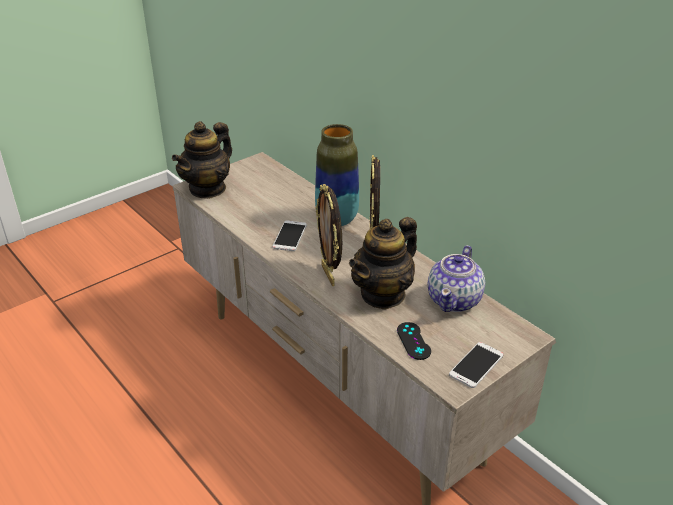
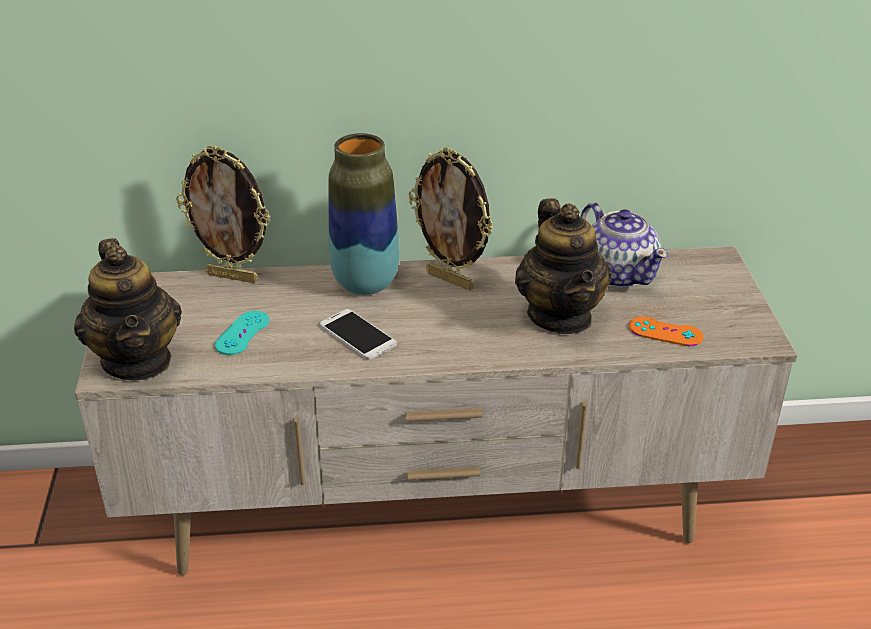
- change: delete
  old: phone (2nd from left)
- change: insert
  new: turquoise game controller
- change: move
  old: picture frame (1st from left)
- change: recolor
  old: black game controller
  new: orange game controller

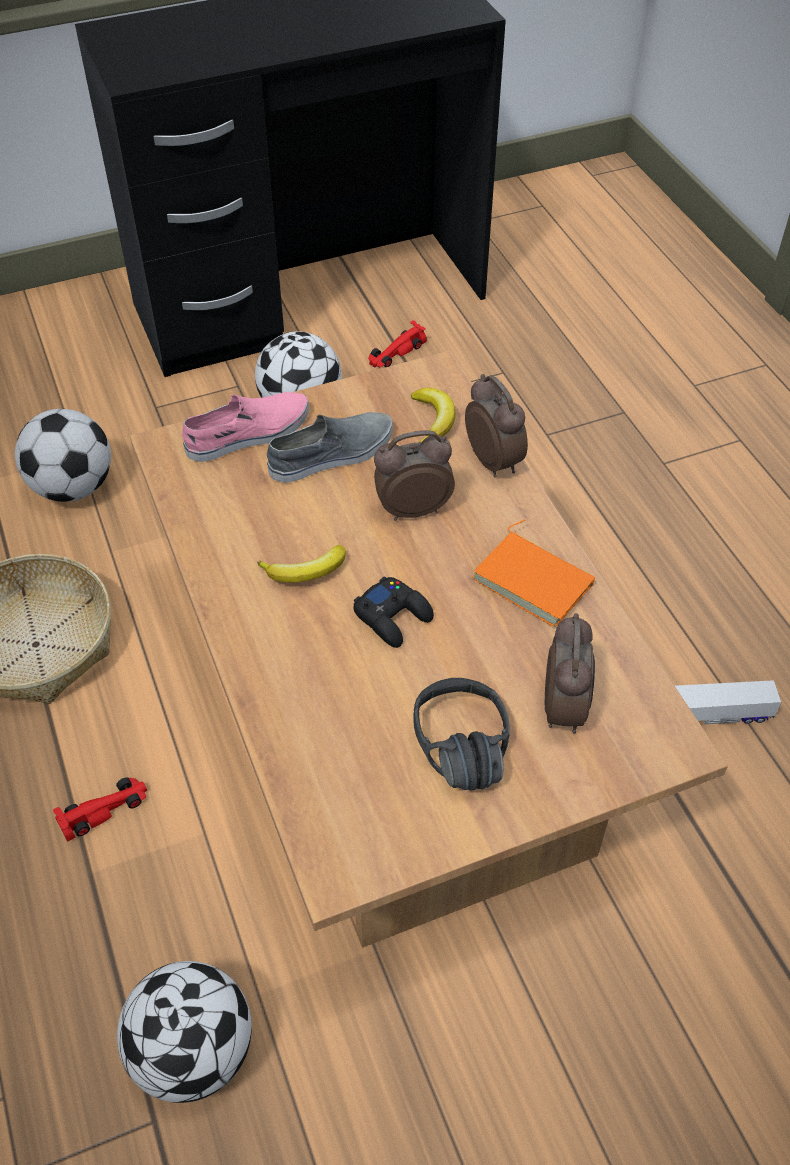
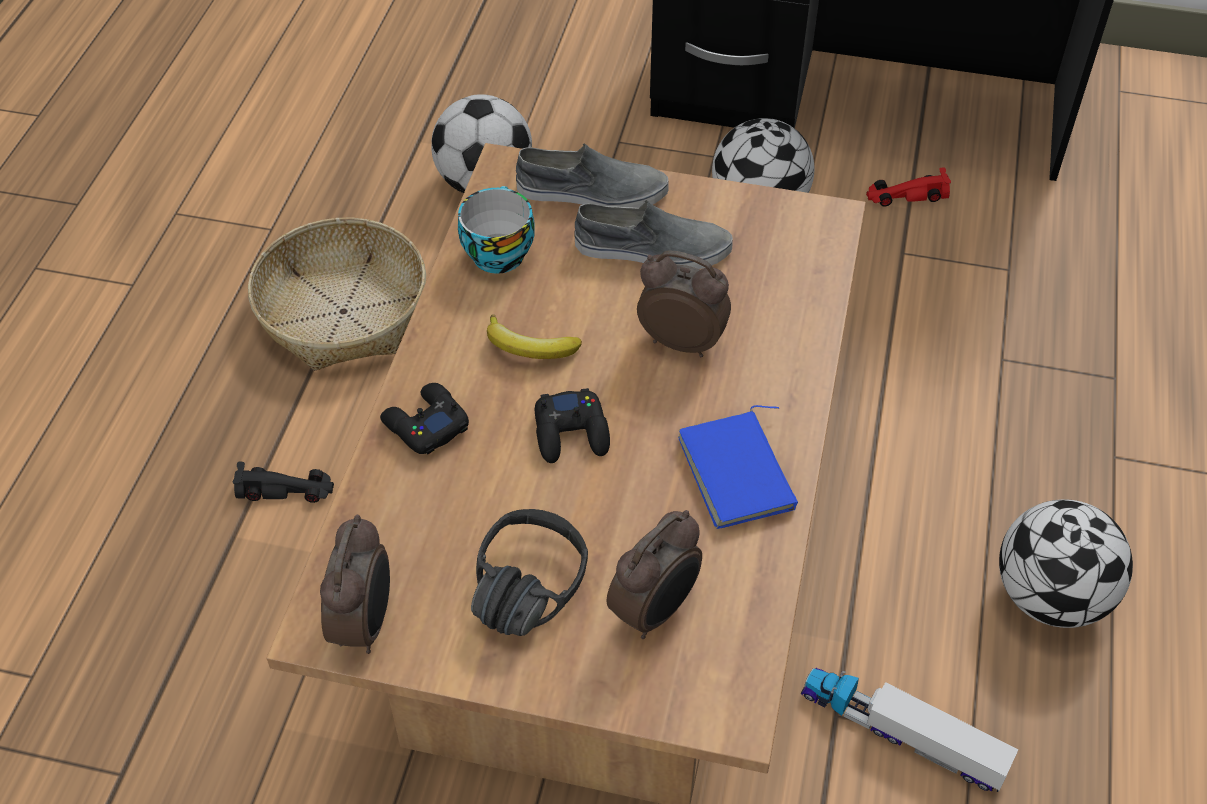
- change: delete
  old: banana (2nd from left)
- change: insert
  new: black game controller (1st from left)
- change: insert
  new: cup
- change: move
  old: football (2nd from left in the first image)
  new: football (3rd from left)
- change: move
  old: alarm clock (2nd from left in the first image)
  new: alarm clock (1st from left)
- change: recolor
  old: red toy car (1st from left)
  new: black toy car
- change: recolor
  old: pink shoe
  new: grey shoe (1st from left)
- change: recolor
  old: orange book
  new: blue book

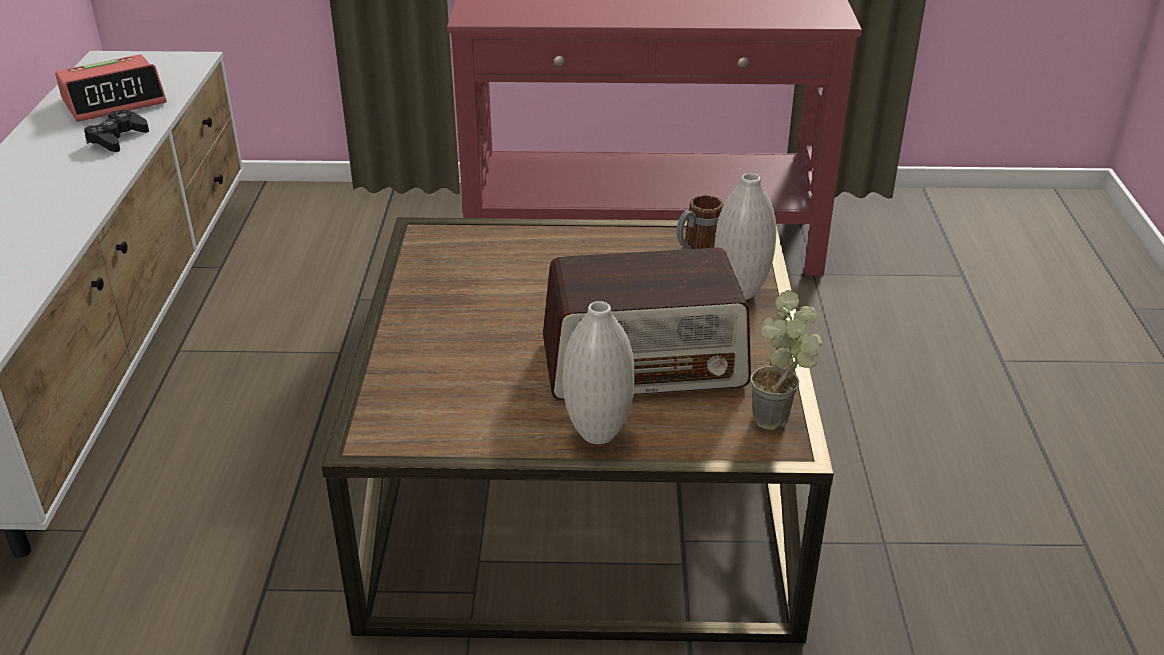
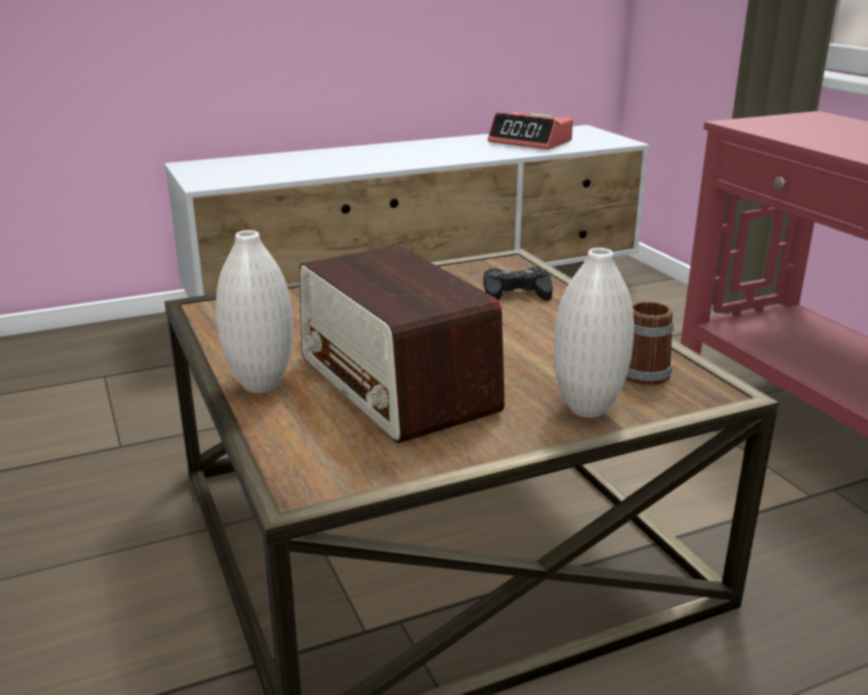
- change: delete
  old: potted plant
- change: move
  old: black game controller

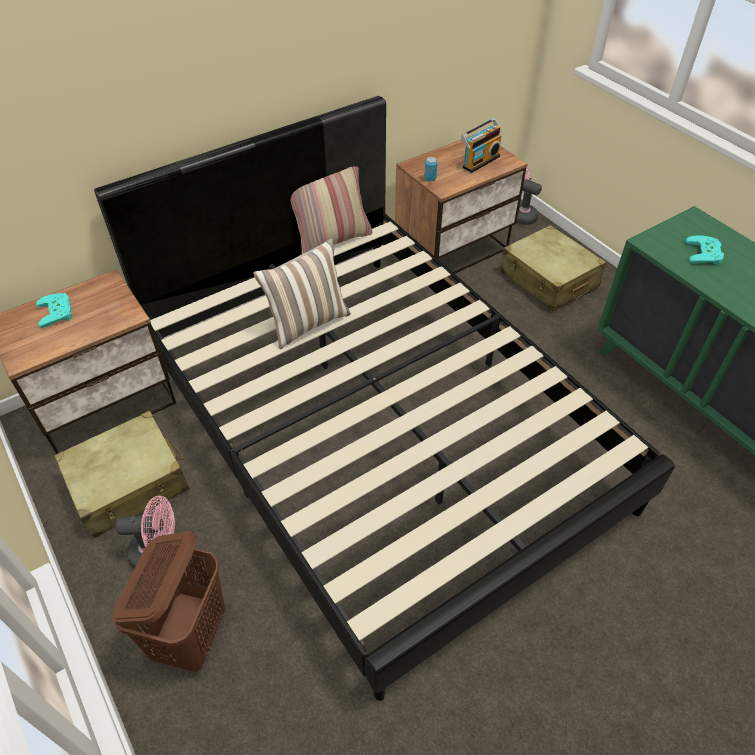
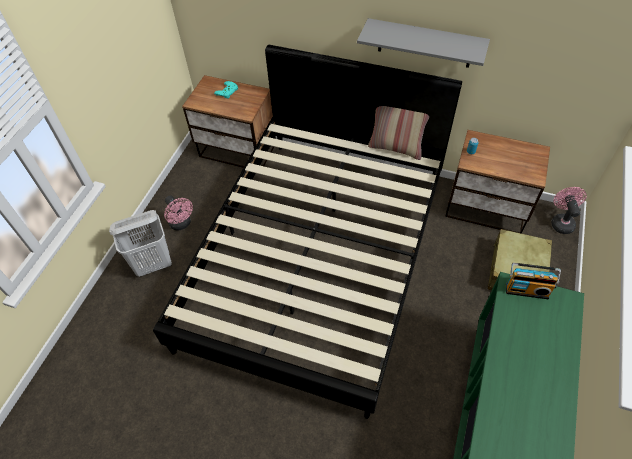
- change: delete
  old: beige suitcase (1st from left)
- change: delete
  old: pillow (1st from left)
- change: delete
  old: turquoise game controller (2nd from left)
- change: insert
  new: grey shelf
- change: move
  old: radio
- change: recolor
  old: brown laundry basket
  new: white laundry basket

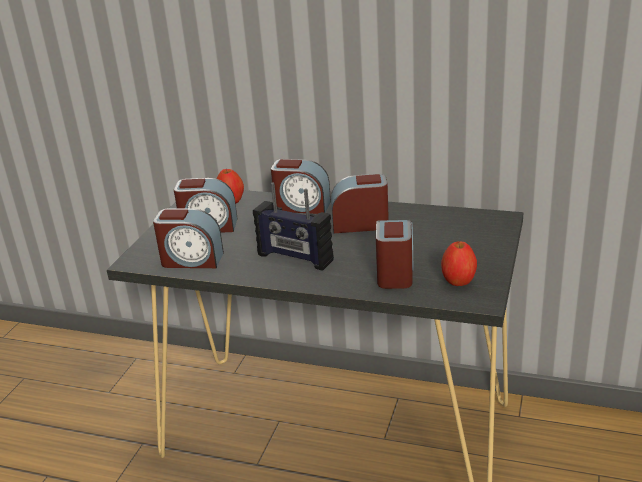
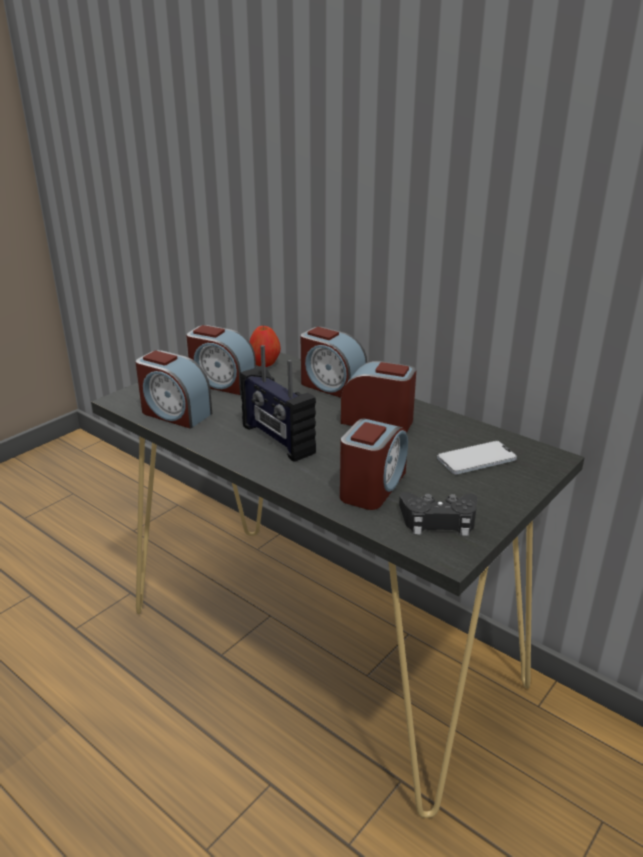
- change: insert
  new: phone
- change: replace
  old: apple (2nd from left)
  new: black game controller

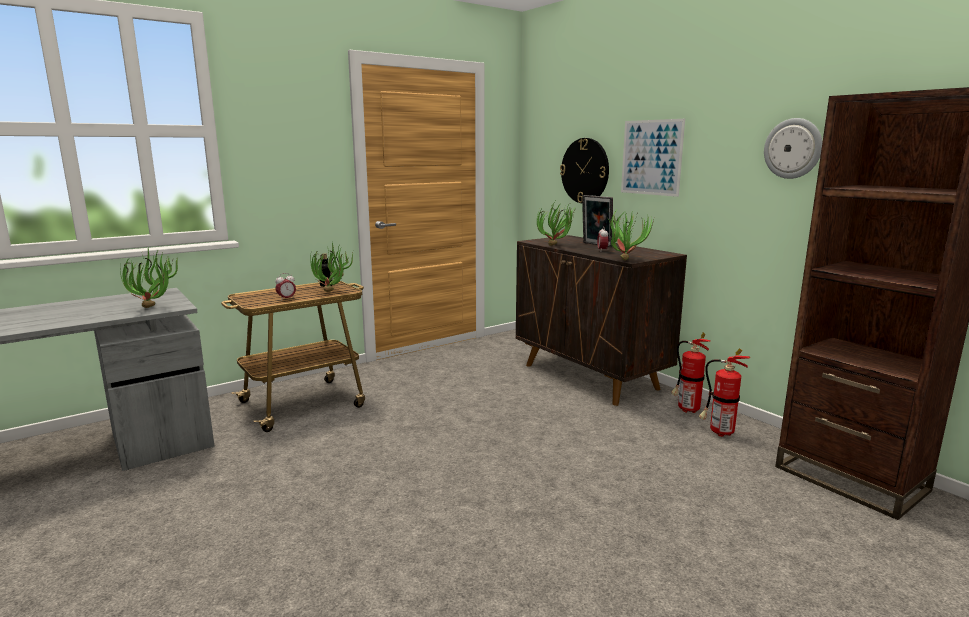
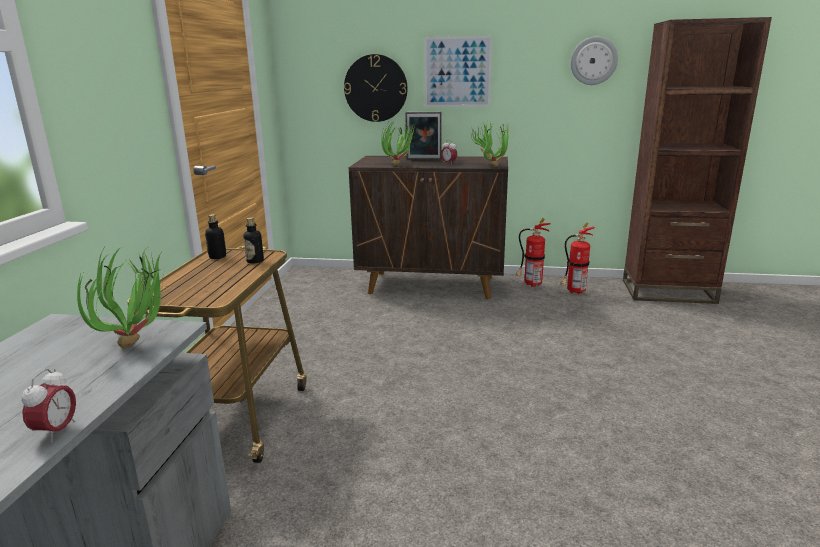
- change: move
  old: alarm clock (1st from left)
- change: replace
  old: potted plant (2nd from left)
  new: bottle (2nd from left)

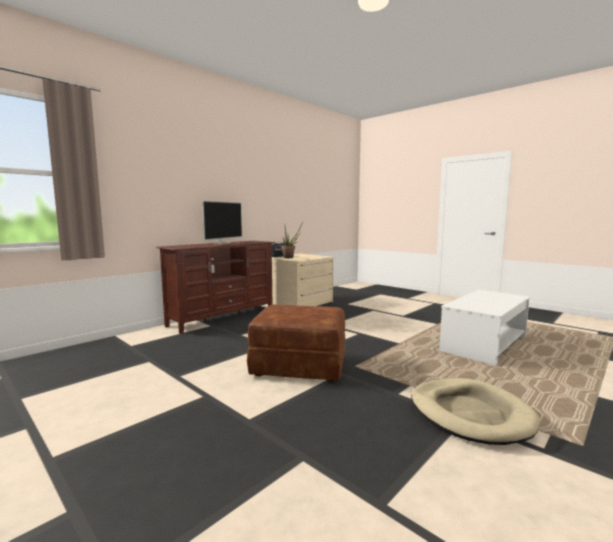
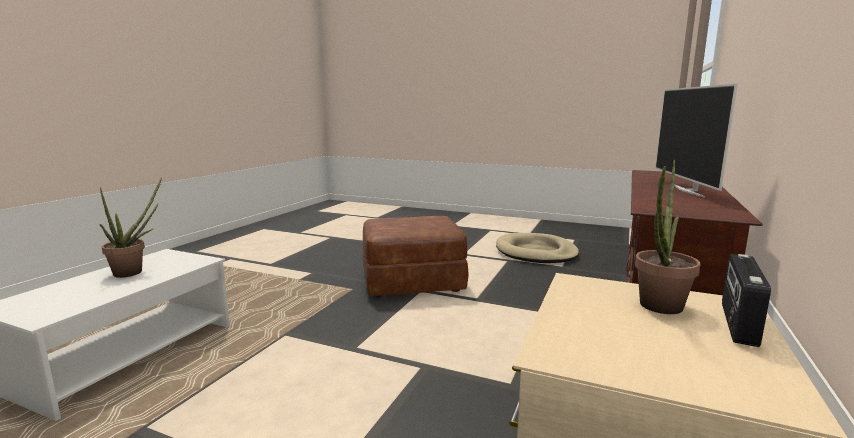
- change: insert
  new: potted plant (1st from left)
- change: move
  old: beige dog bed

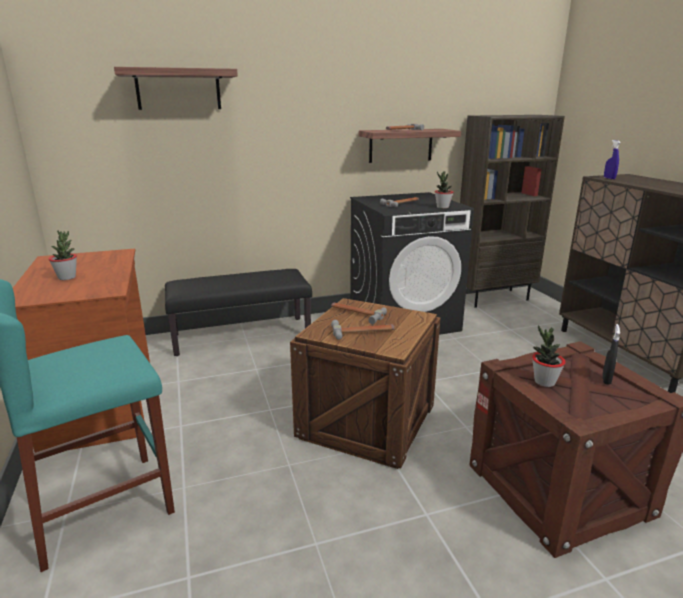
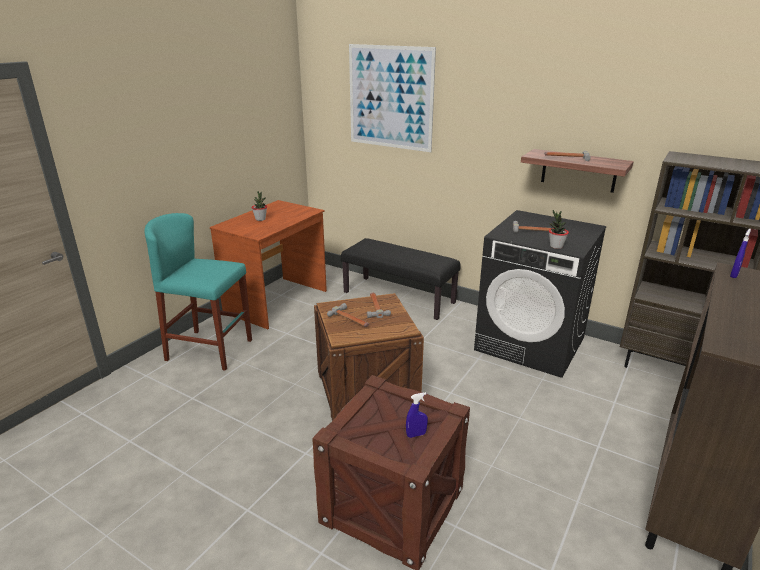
- change: delete
  old: potted plant (3rd from left)
- change: replace
  old: shelf (1st from left)
  new: picture
- change: recolor
  old: black spray bottle
  new: blue spray bottle (1st from left)

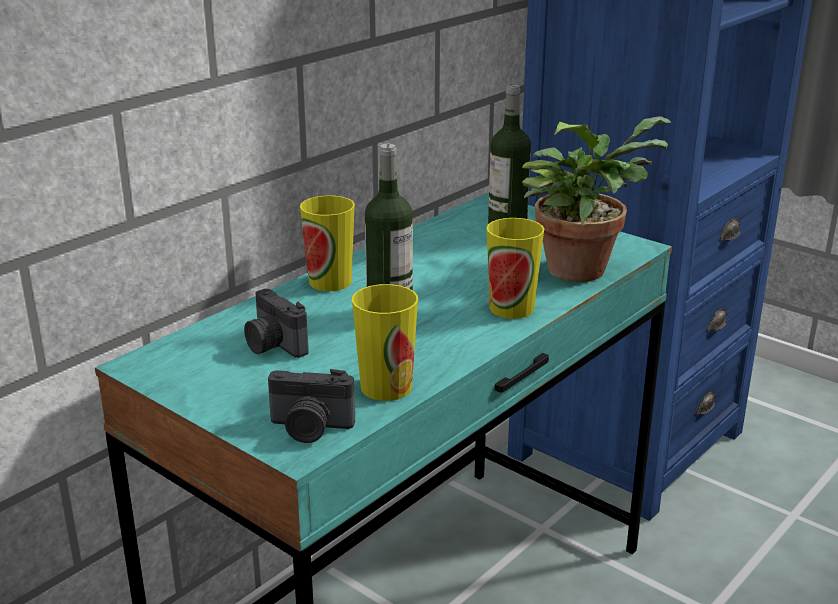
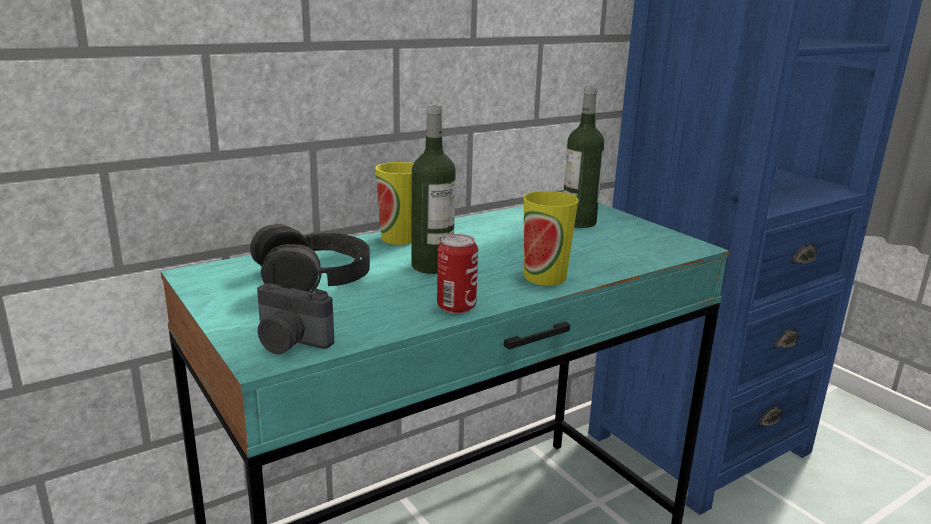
- change: delete
  old: cup (2nd from left)
- change: delete
  old: potted plant
- change: insert
  new: can
- change: replace
  old: photo camera (1st from left)
  new: black headphones

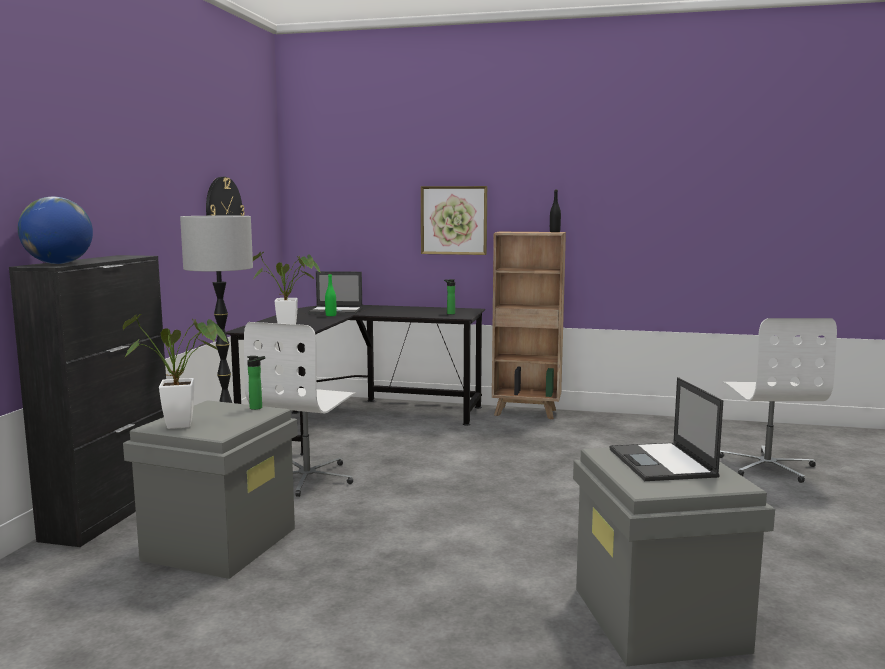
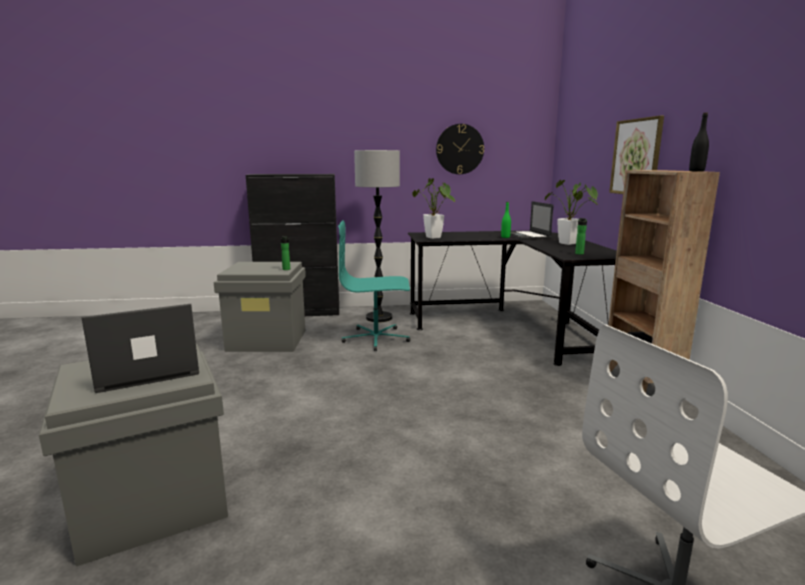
- change: delete
  old: globe
- change: move
  old: potted plant (1st from left in the first image)
  new: potted plant (2nd from left)
- change: recolor
  old: white office chair (1st from left)
  new: turquoise office chair

